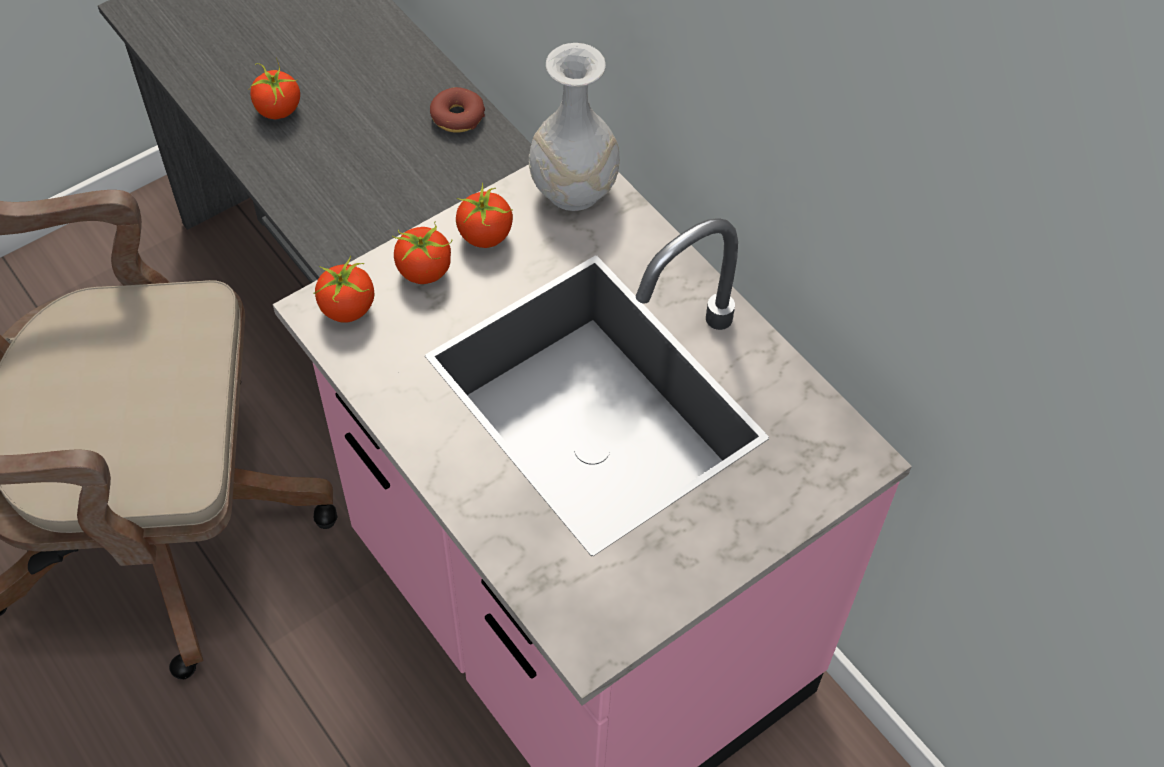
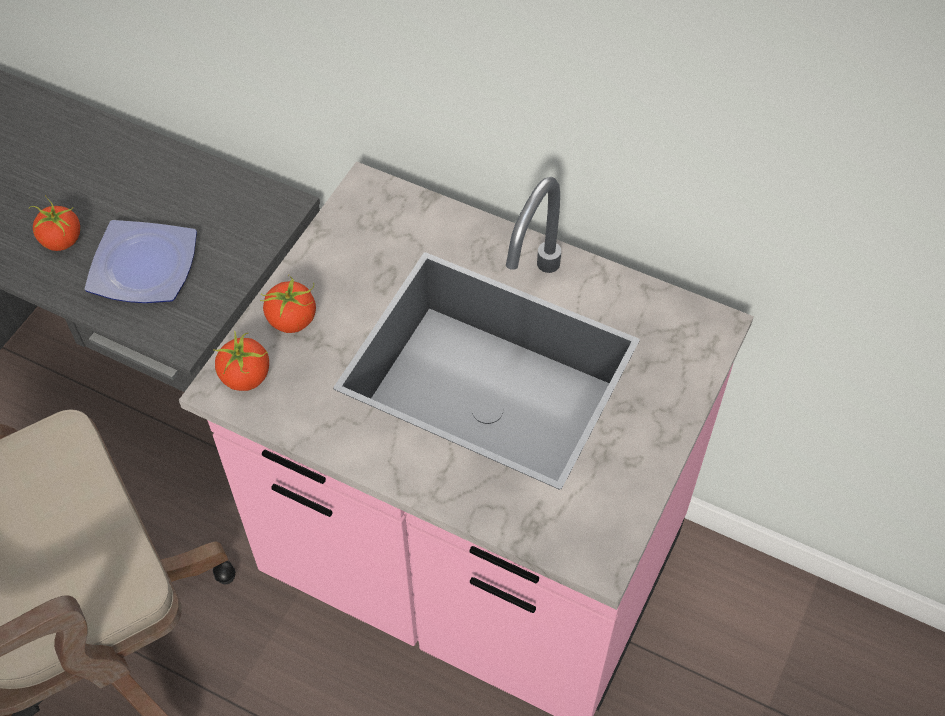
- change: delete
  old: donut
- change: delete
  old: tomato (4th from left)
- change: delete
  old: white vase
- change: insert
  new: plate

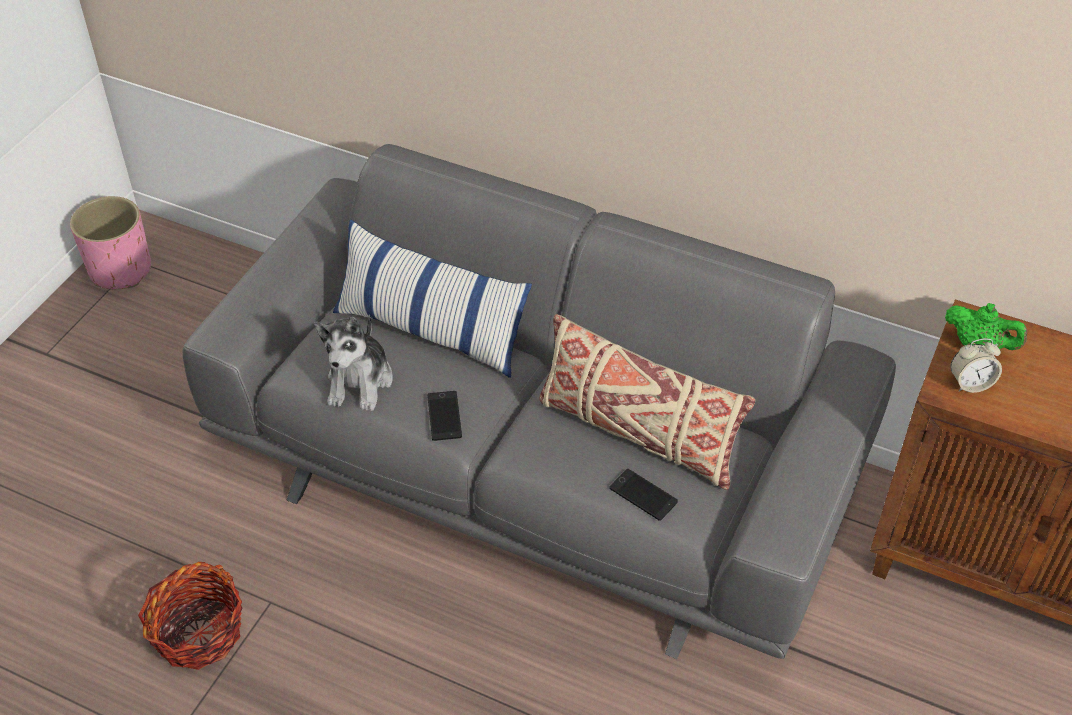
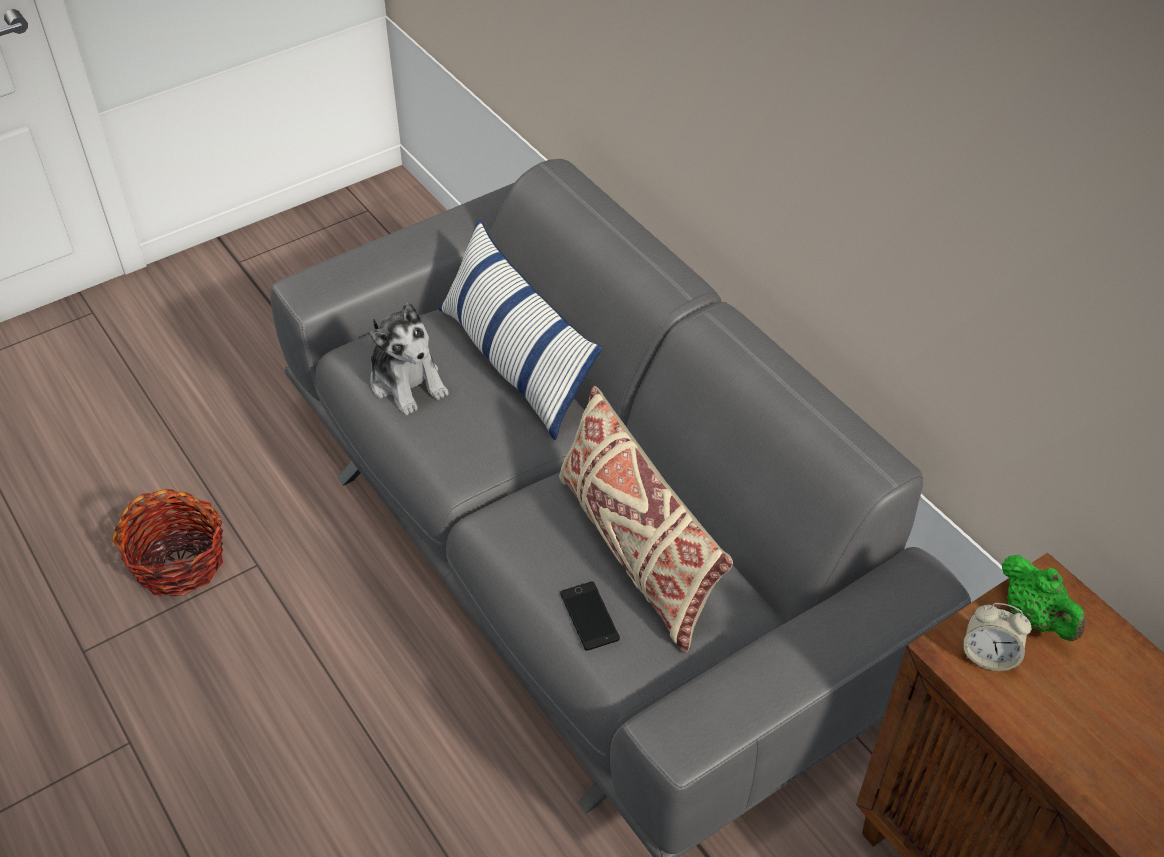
- change: delete
  old: pink planter
- change: delete
  old: phone (1st from left)
- change: rotate
  old: plush toy
  degrees: -75

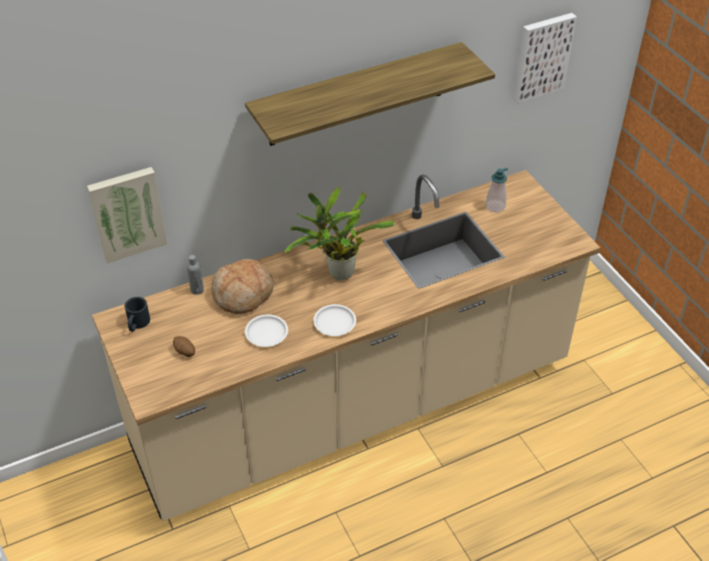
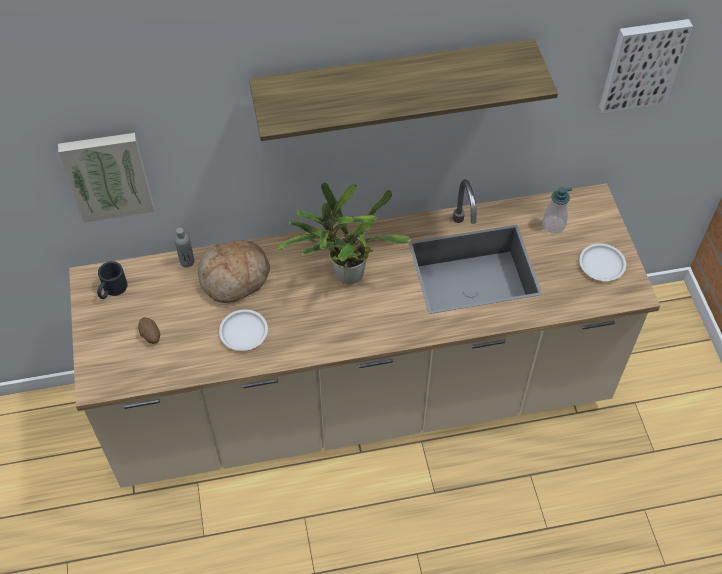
- change: move
  old: white plate (2nd from left)

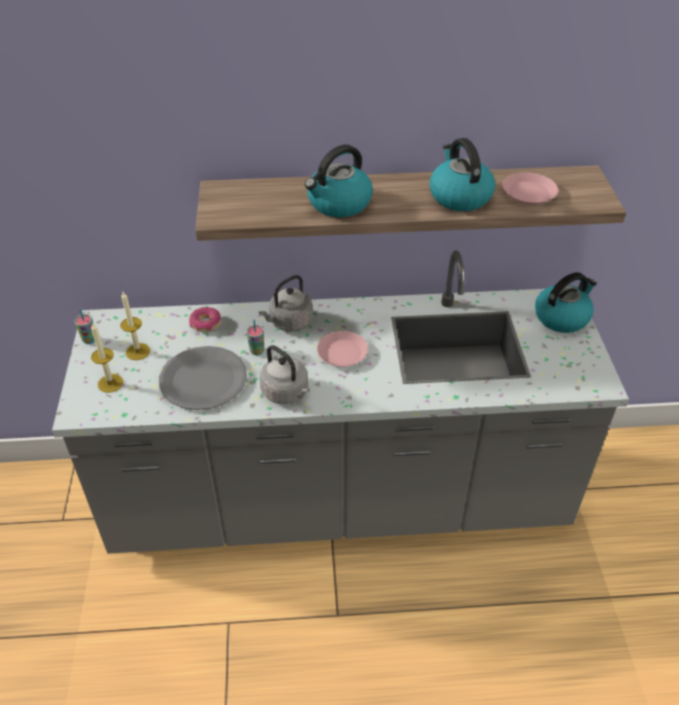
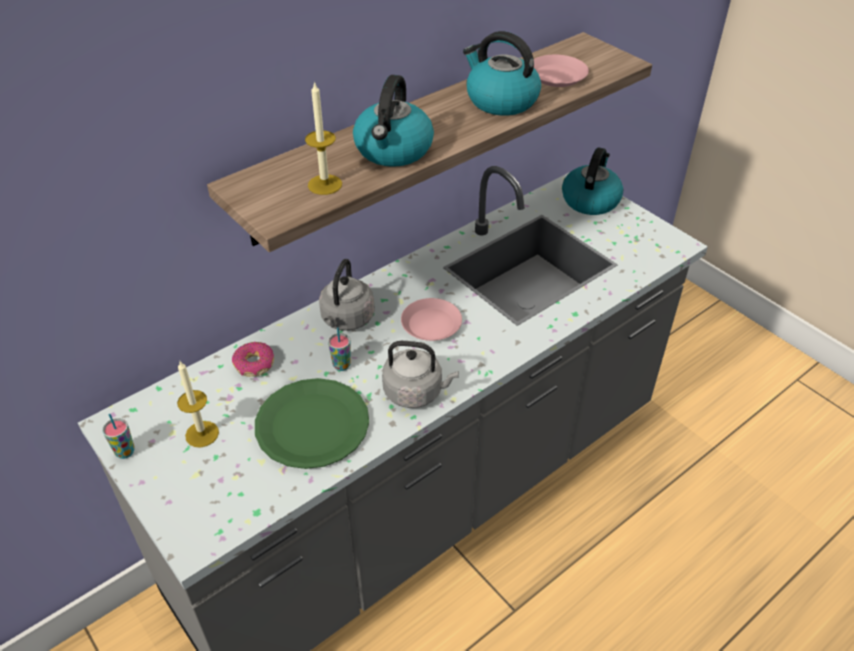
- change: move
  old: candle (1st from left in the first image)
  new: candle (2nd from left)
- change: recolor
  old: grey plate
  new: green plate

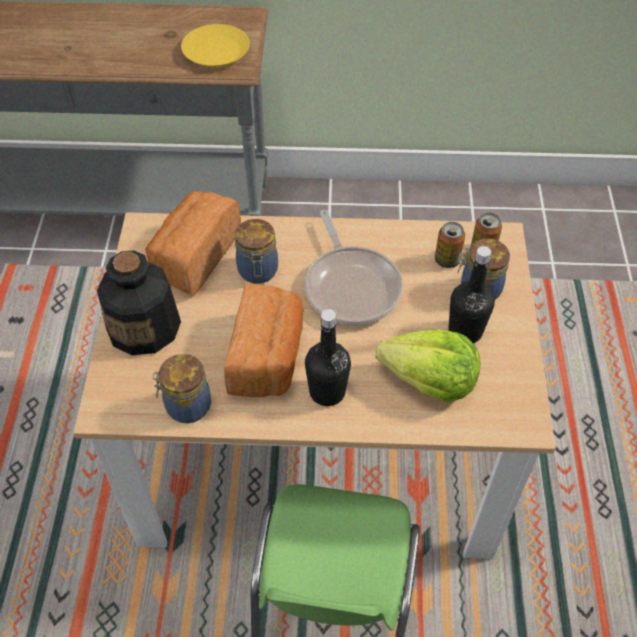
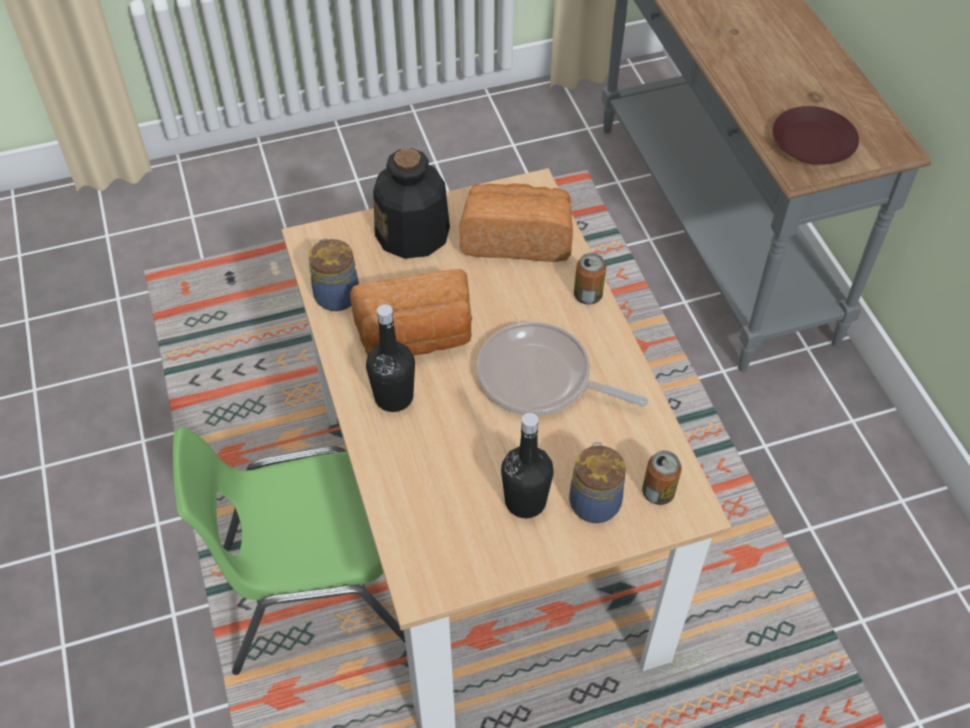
- change: delete
  old: jar (2nd from left)
- change: delete
  old: lettuce
- change: move
  old: can (1st from left)
- change: recolor
  old: yellow plate
  new: brown plate
- change: rotate
  old: frying pan
  degrees: 60

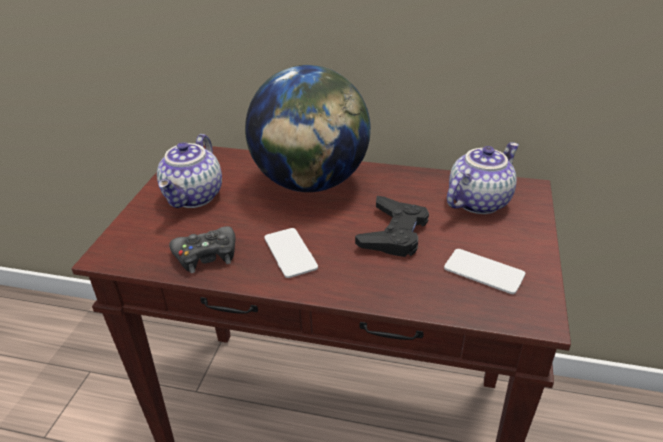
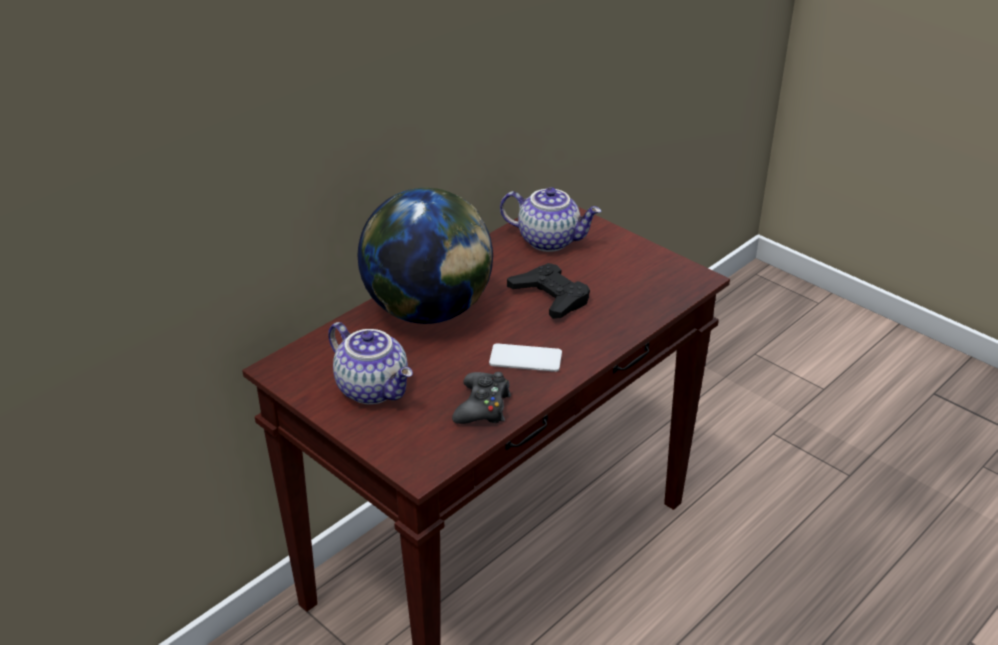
- change: delete
  old: phone (2nd from left)
- change: rotate
  old: teapot (2nd from left)
  degrees: 120

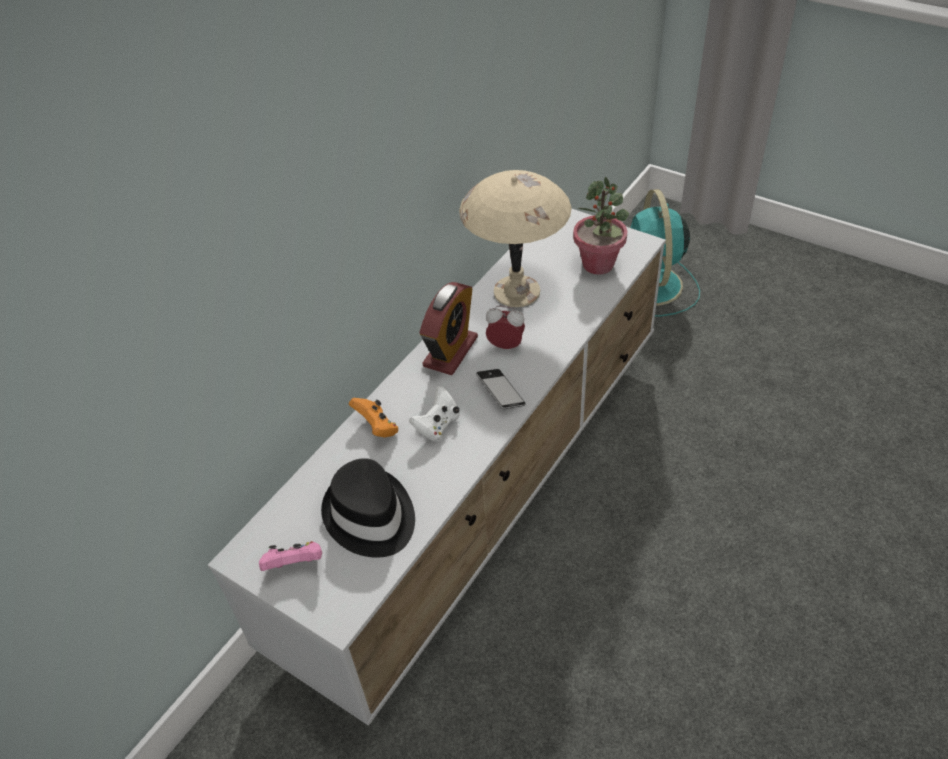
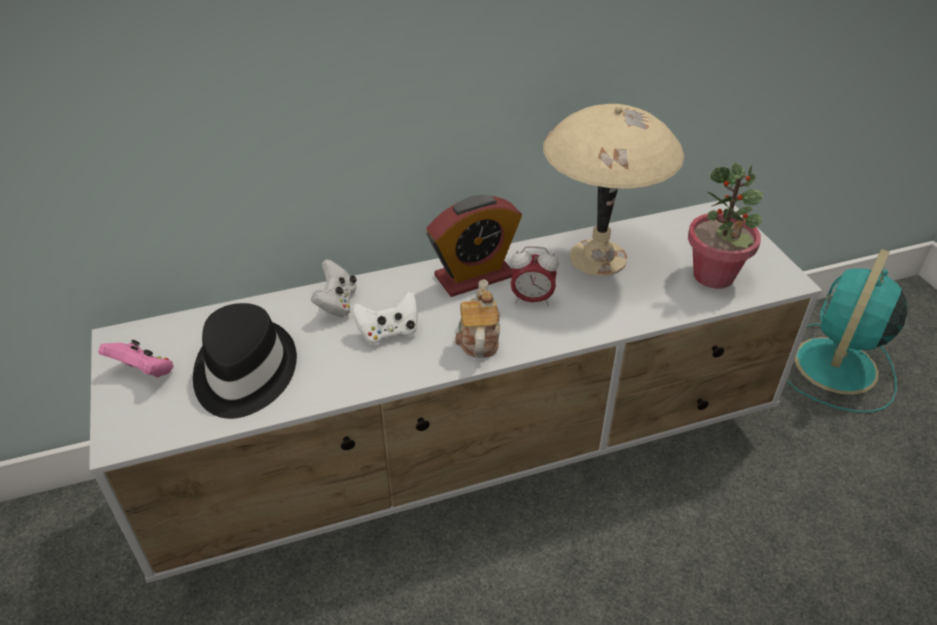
- change: replace
  old: phone
  new: teapot
- change: recolor
  old: orange game controller
  new: white game controller (1st from left)
- change: rotate
  old: alarm clock (2nd from left)
  degrees: 135

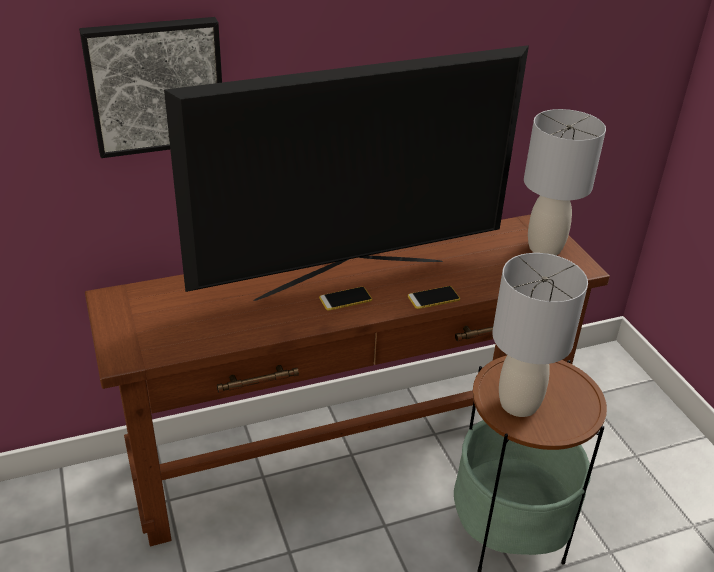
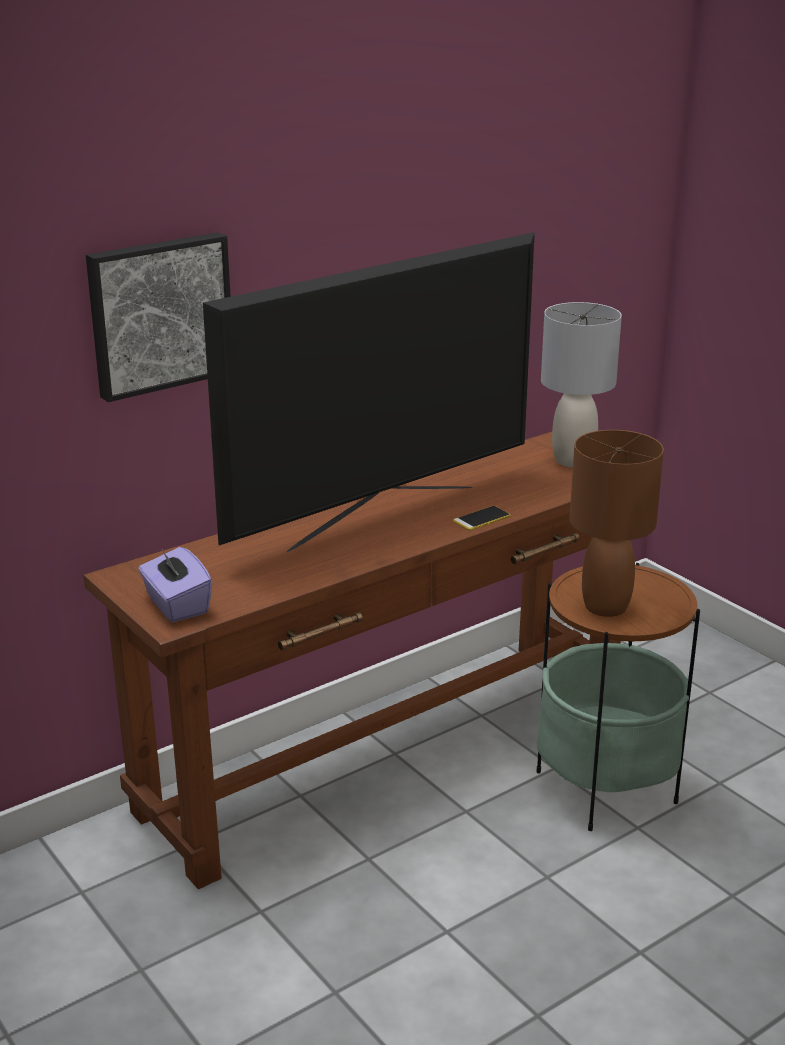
- change: delete
  old: phone (1st from left)
- change: insert
  new: purple tissue box
- change: recolor
  old: grey table lamp (1st from left)
  new: brown table lamp

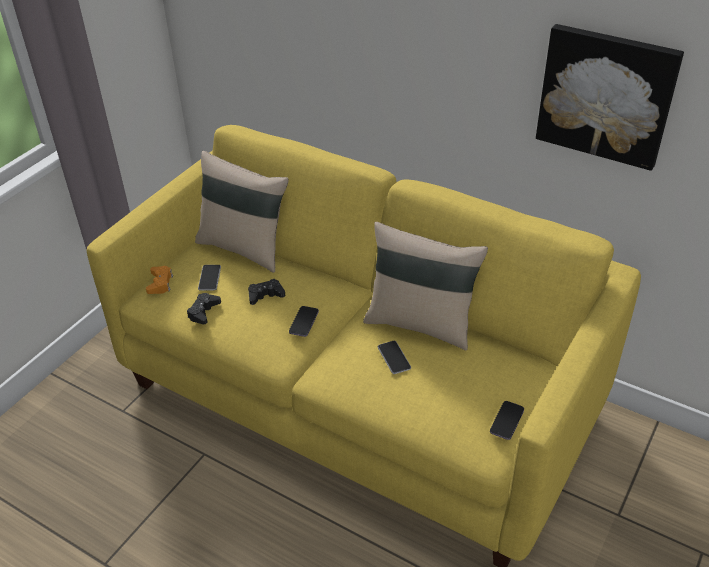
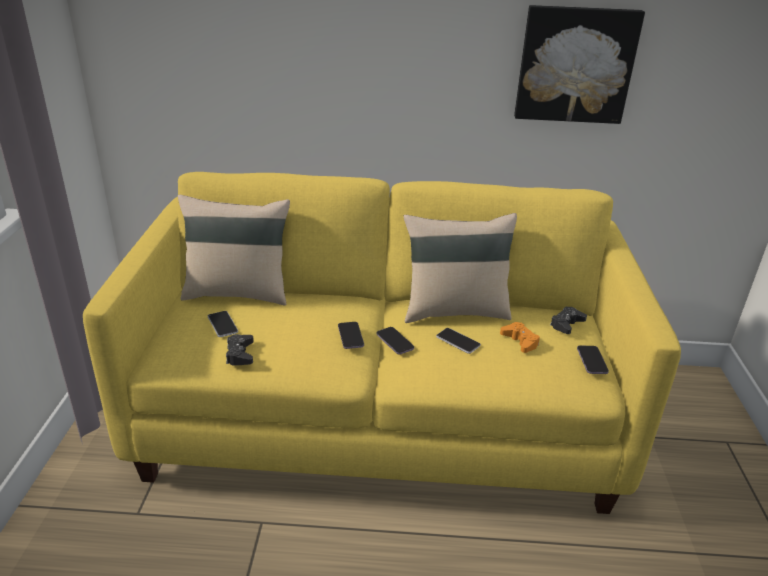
- change: insert
  new: phone (3rd from left)
- change: move
  old: orange game controller
- change: move
  old: black game controller (2nd from left)

